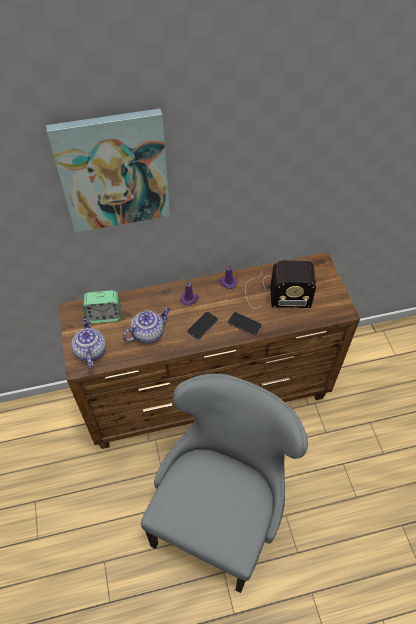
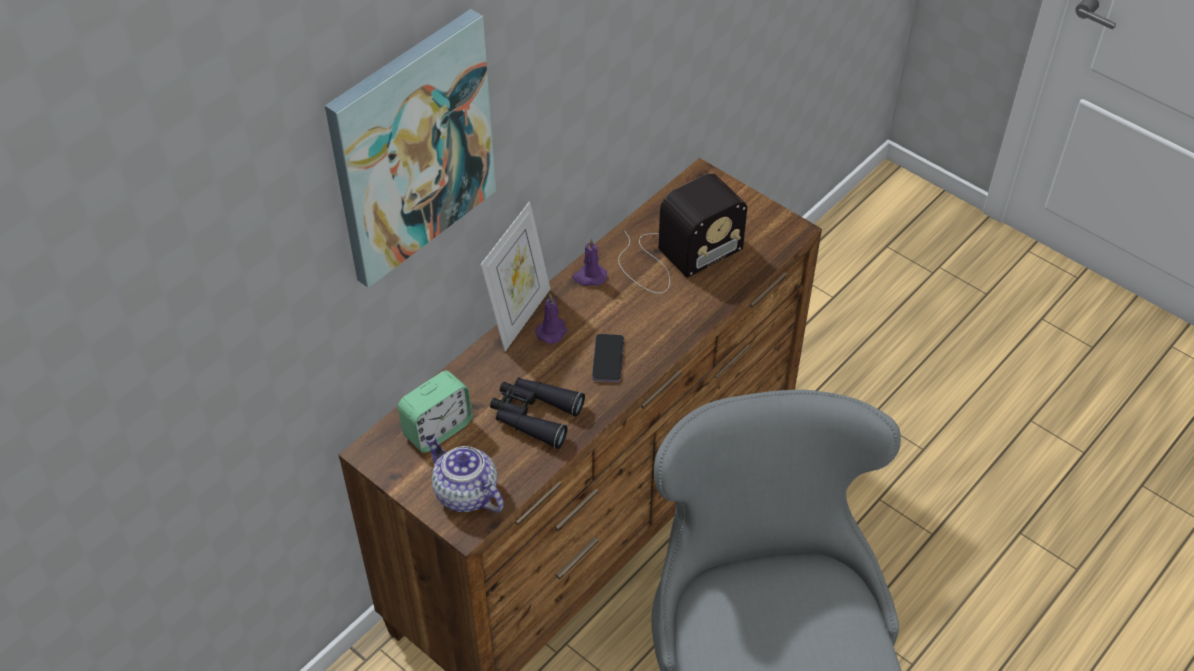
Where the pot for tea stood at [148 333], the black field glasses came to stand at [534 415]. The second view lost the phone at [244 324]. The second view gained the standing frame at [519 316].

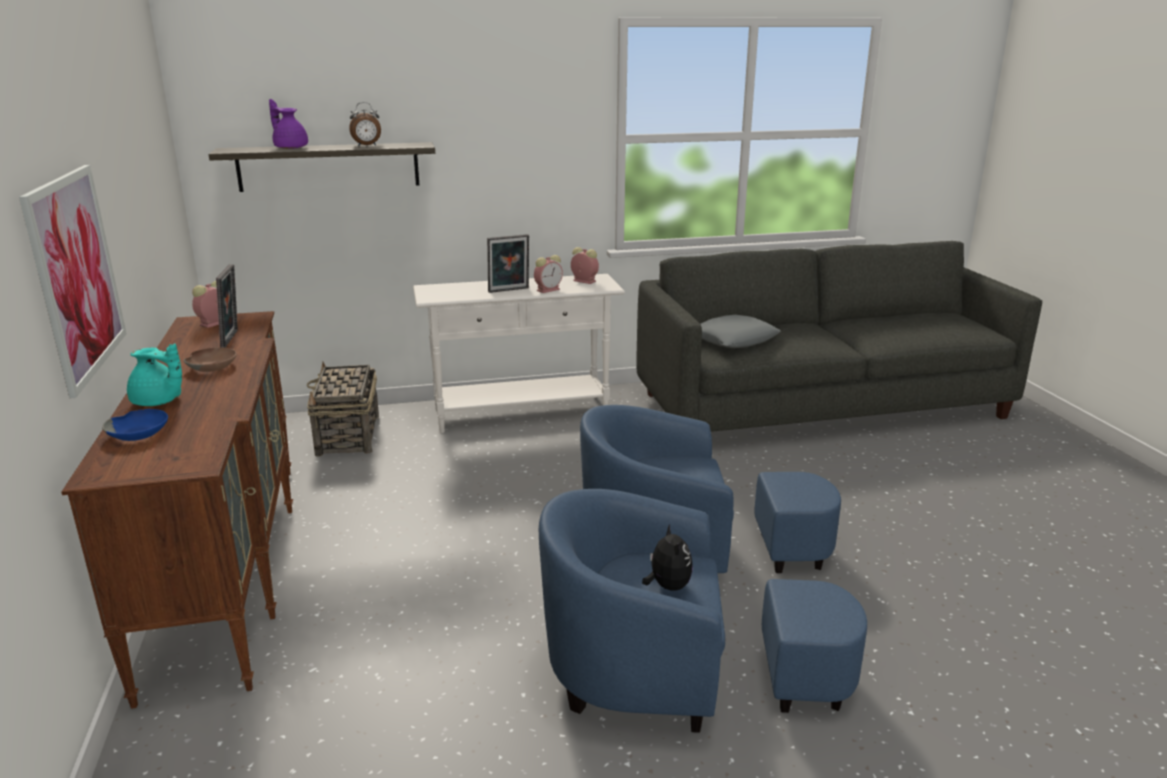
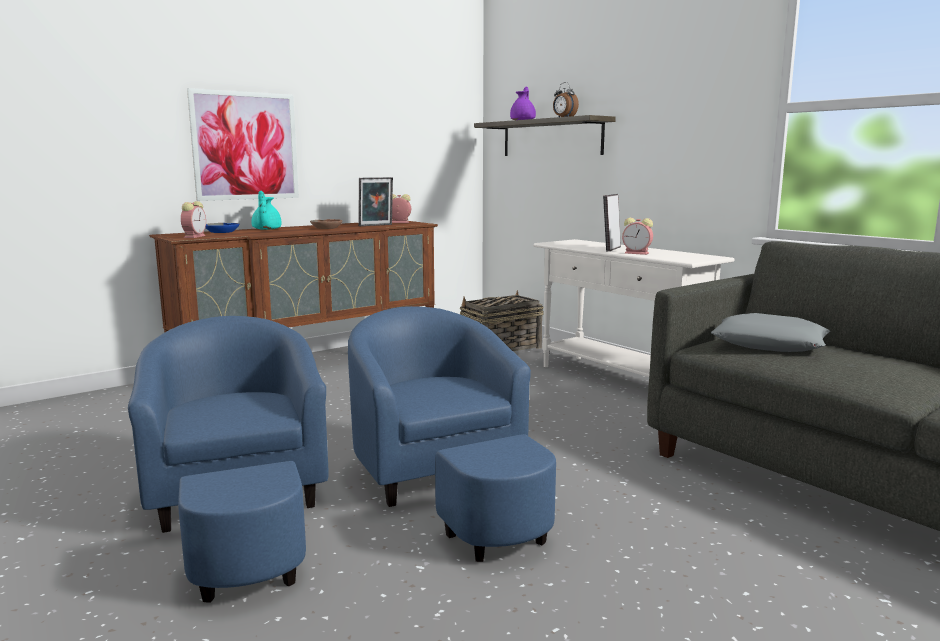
The standing frame at [509 290] ended up facing another way, 75 degrees clockwise from before. The table clock ended up elsewhere, having gone from [583 281] to [195 236]. The second view lost the cuddly toy at [667 586].

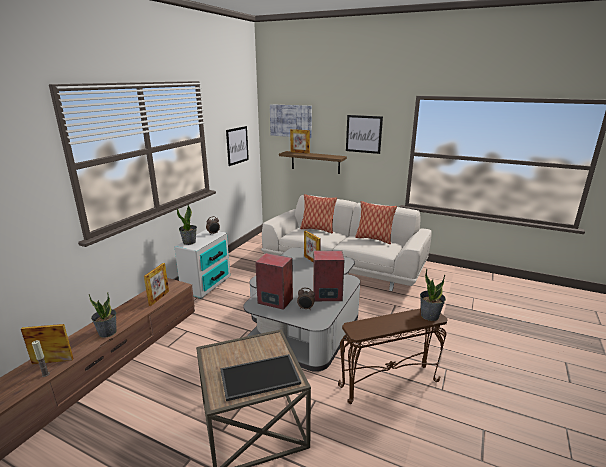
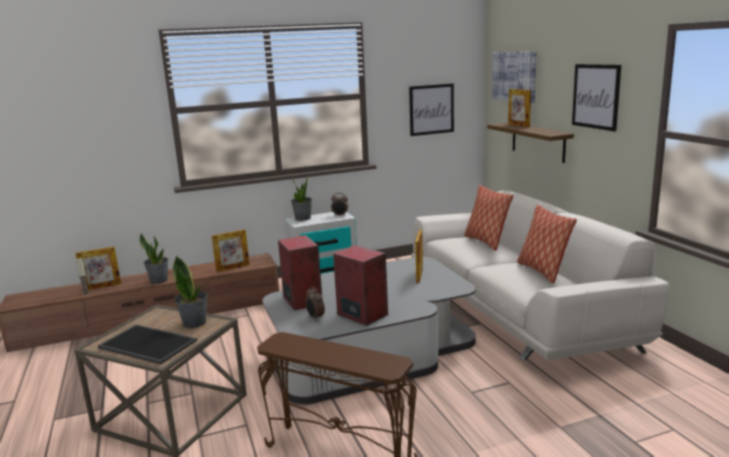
The standing frame at [52 361] ended up facing another way, 120 degrees clockwise from before. The plant in a pot ended up elsewhere, having gone from [429 315] to [195 322].

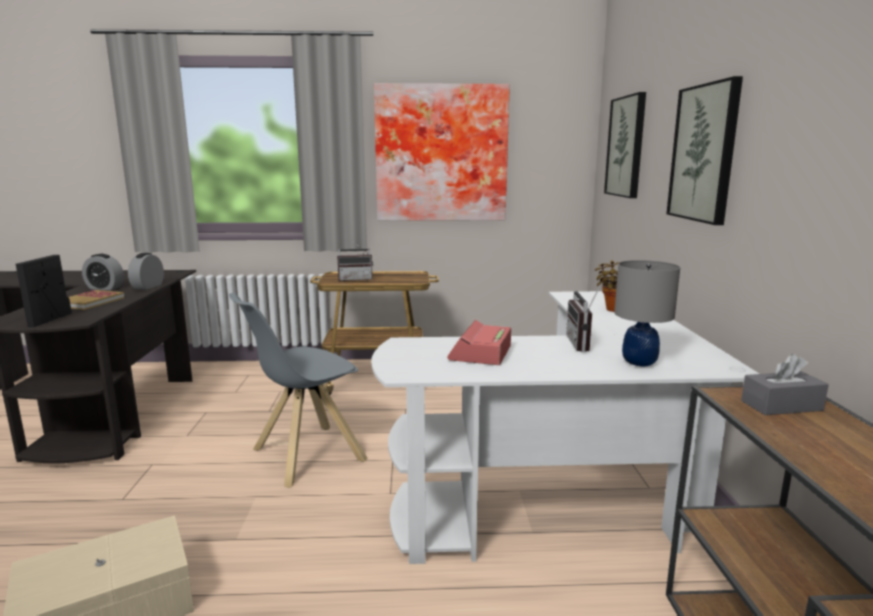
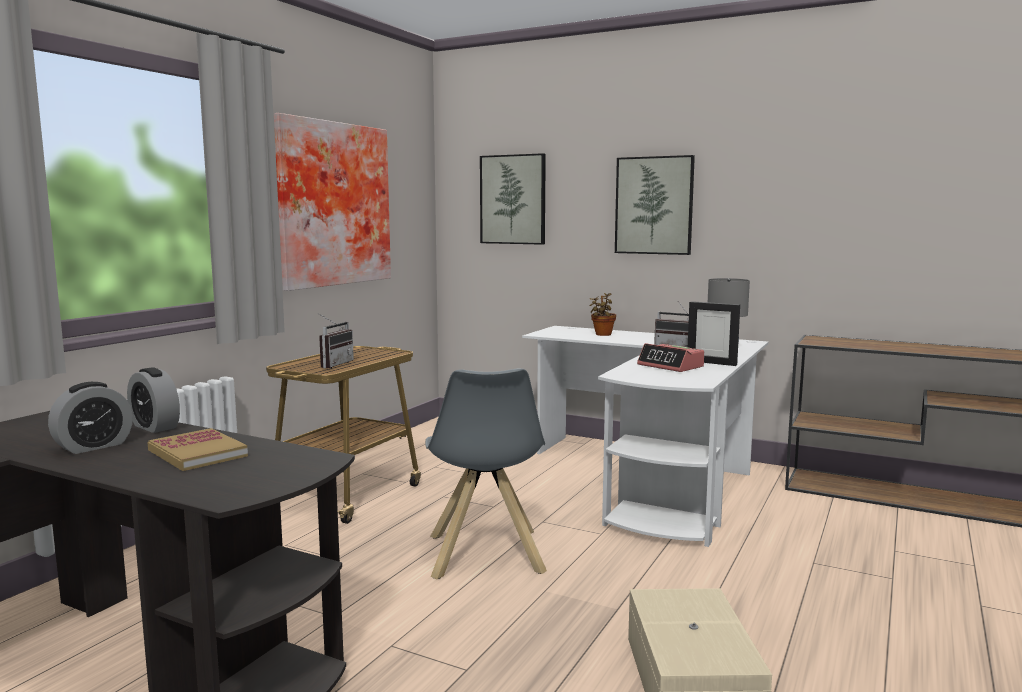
The standing frame ended up elsewhere, having gone from [50 320] to [712 362]. The second view lost the greyish tissue holder at [781 405].

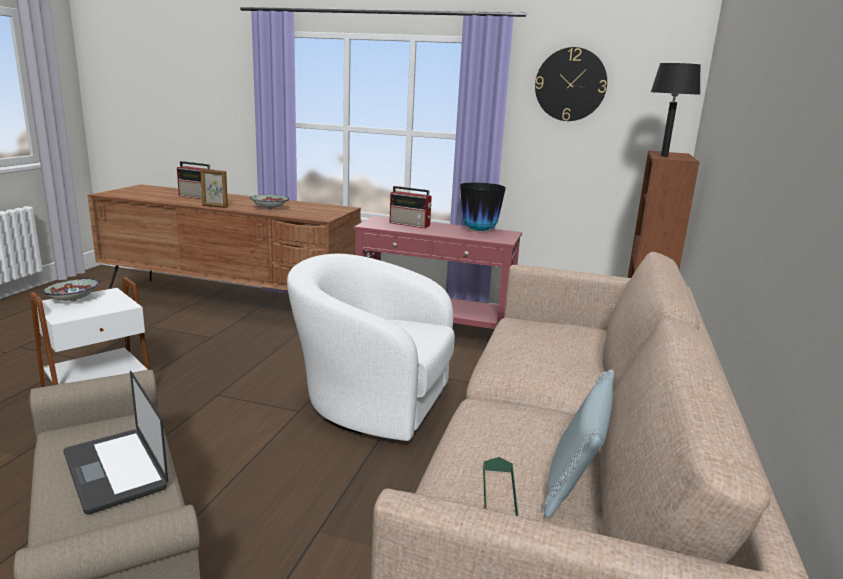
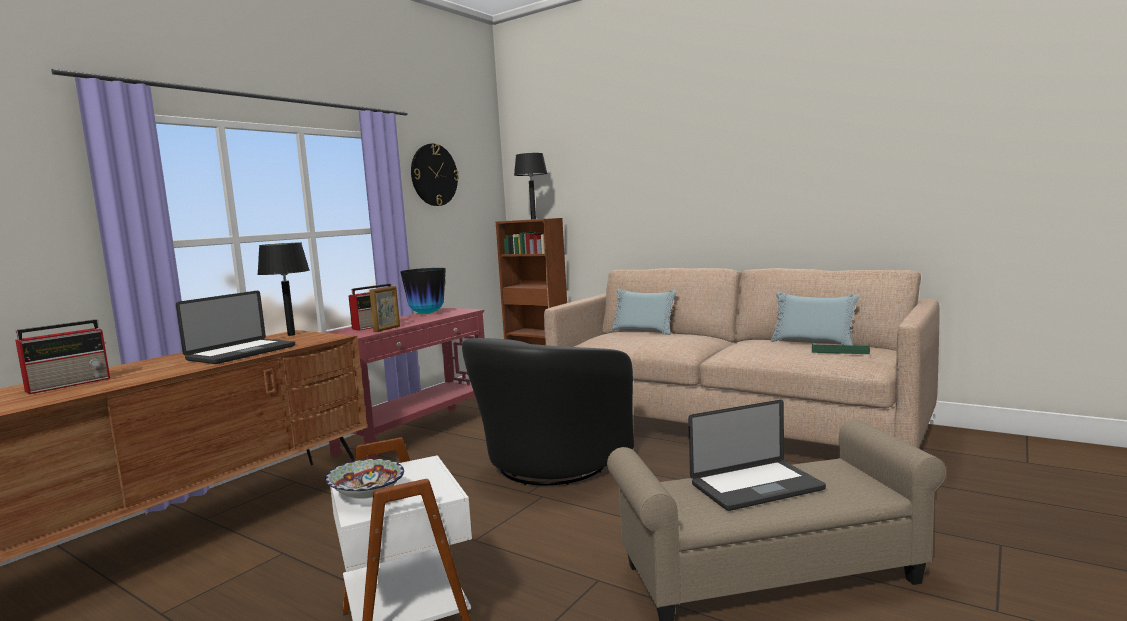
The standing frame ended up elsewhere, having gone from [214 206] to [387 329]. Where the deep dish stood at [270 209], the laptop came to stand at [242 353]. What was the white armchair at [371 405] turned into the black armchair at [550 465]. The second view gained the black tabletop lamp at [291 335]. The second view gained the blue-coloured throw pillow at [643 332].

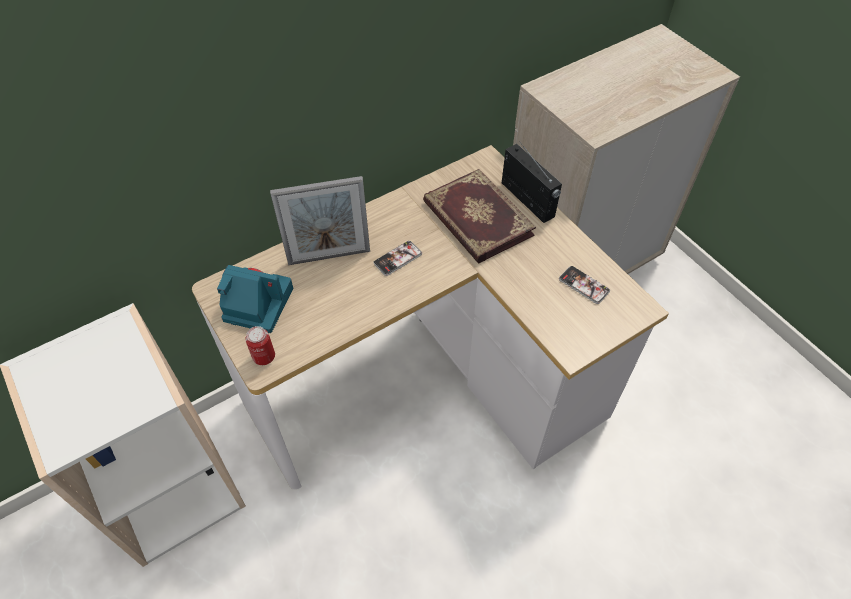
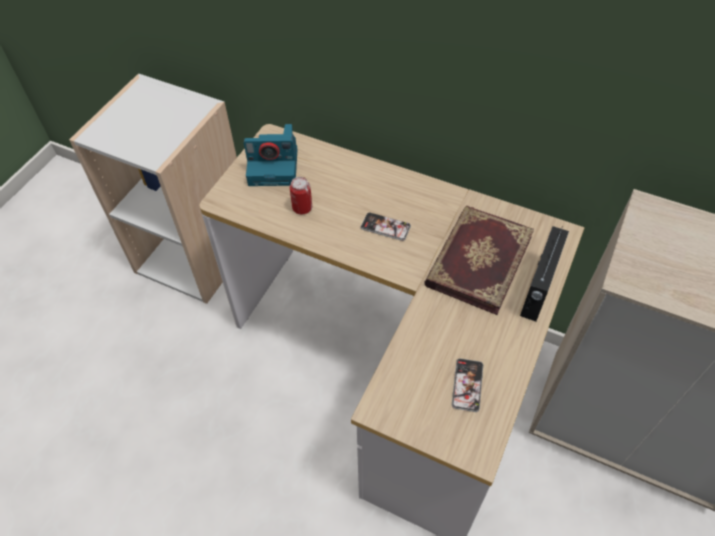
The photo camera at [256 304] ended up facing another way, 105 degrees clockwise from before. The can ended up elsewhere, having gone from [264 356] to [302 208]. The second view lost the standing frame at [329 256].

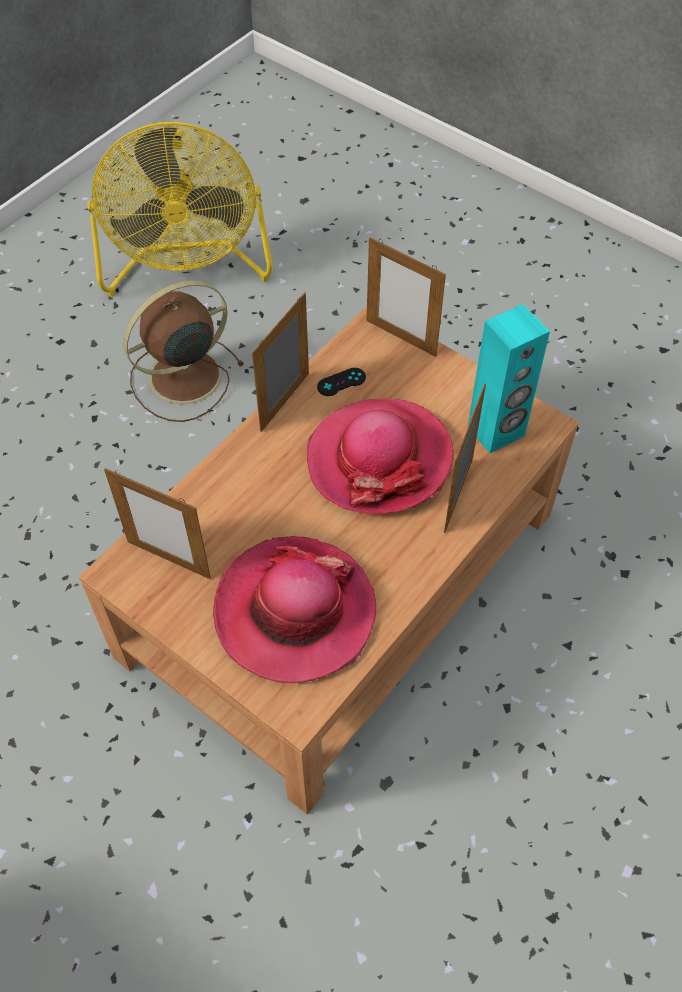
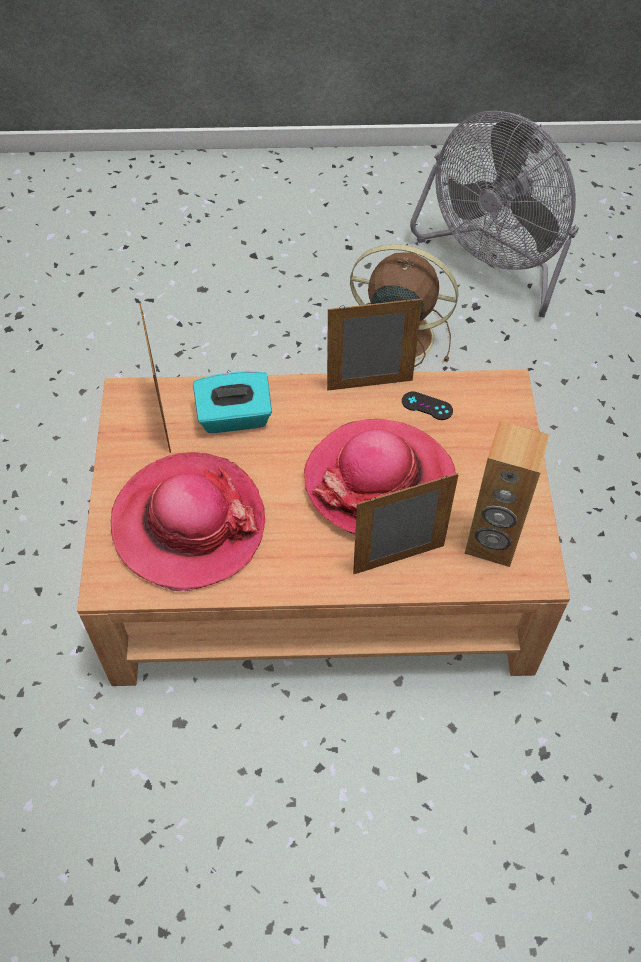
What was the yellow-coloured electric fan at [180 264] turned into the greyish electric fan at [493 257]. The second view lost the standing frame at [401 338]. What was the blue-green speaker at [496 432] turned into the brown-coloured speaker at [492 543]. The second view gained the blue-green tissue holder at [234 418].

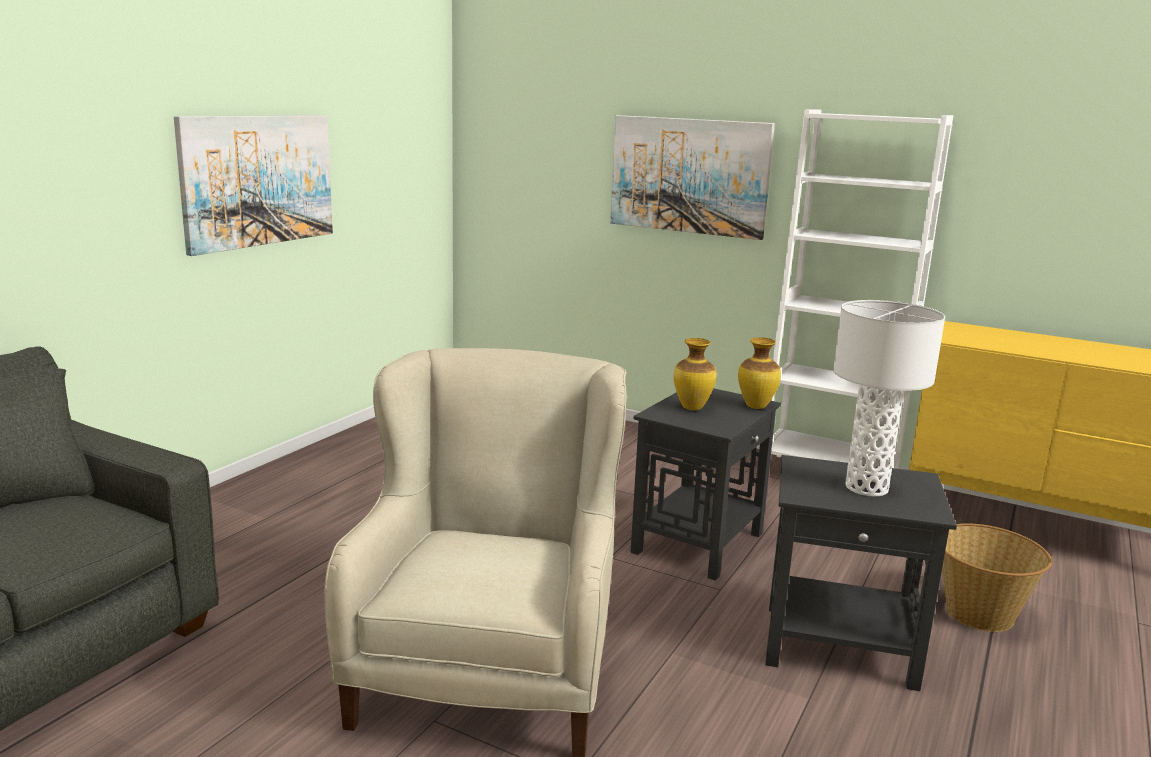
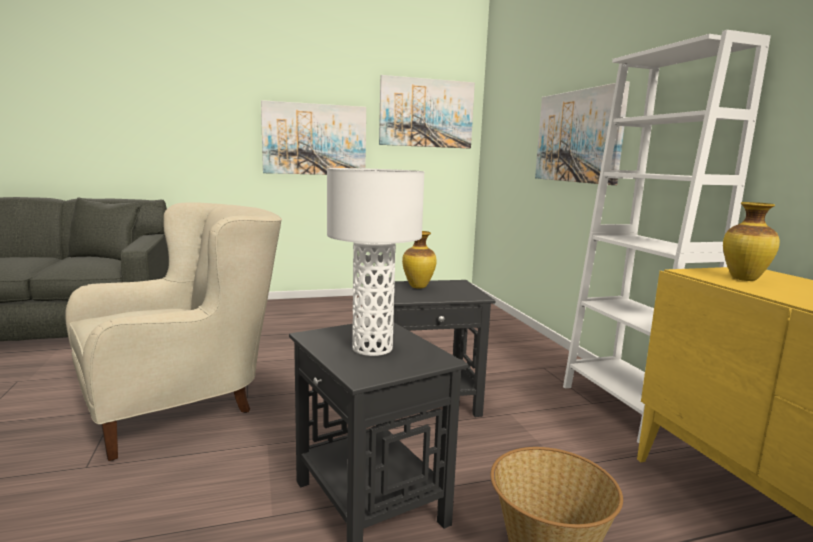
The flower vase ended up elsewhere, having gone from [756 406] to [744 279]. The second view gained the wall picture at [426 113].

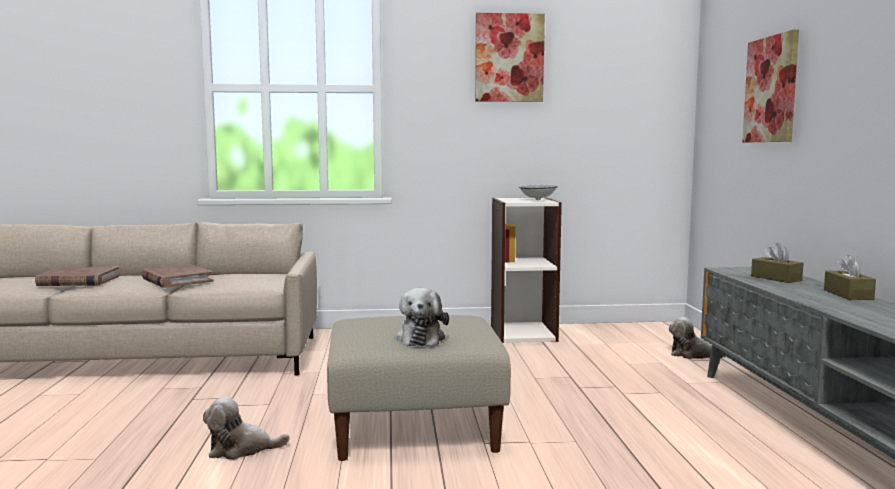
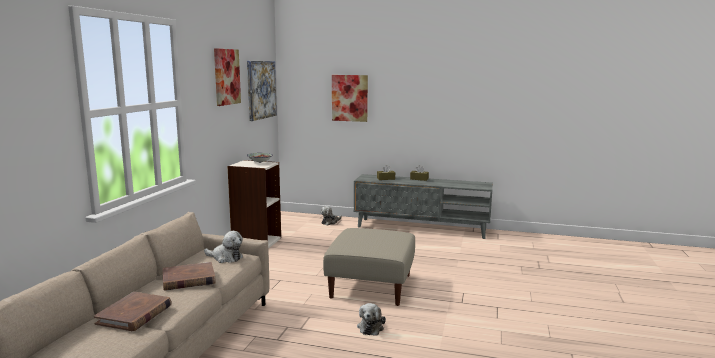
The cuddly toy ended up elsewhere, having gone from [420 338] to [225 258]. The second view gained the wall picture at [261 89].

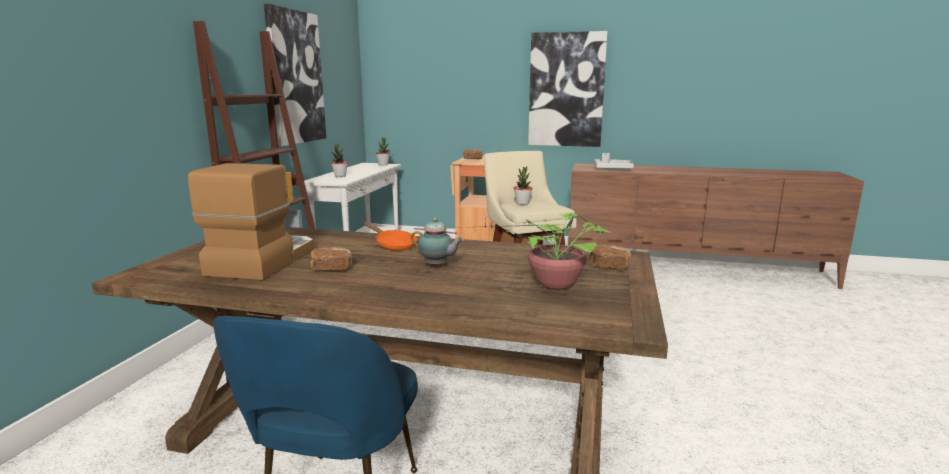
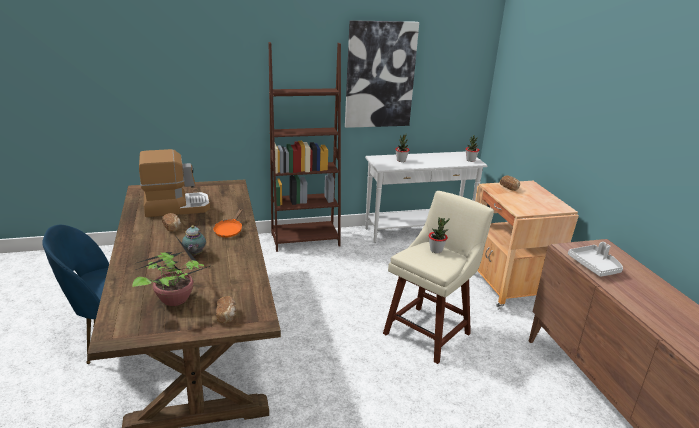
The second view lost the wall picture at [566 90].

